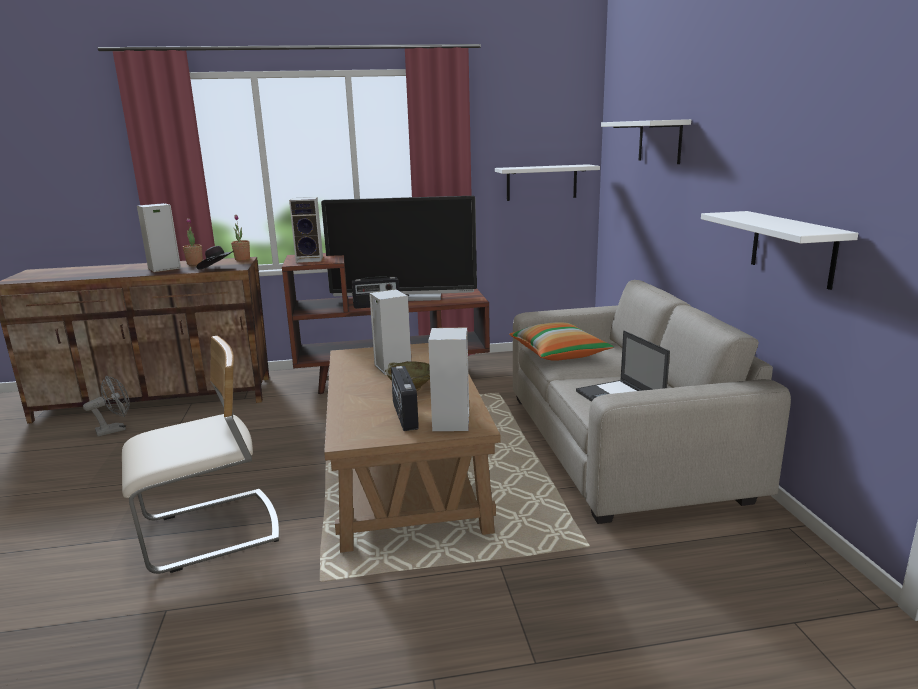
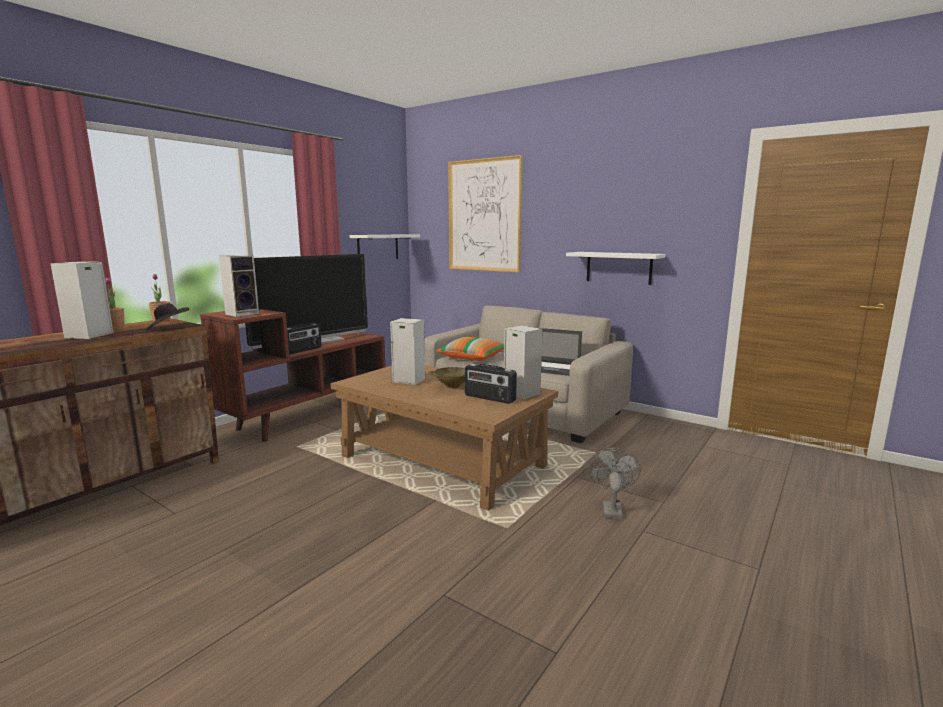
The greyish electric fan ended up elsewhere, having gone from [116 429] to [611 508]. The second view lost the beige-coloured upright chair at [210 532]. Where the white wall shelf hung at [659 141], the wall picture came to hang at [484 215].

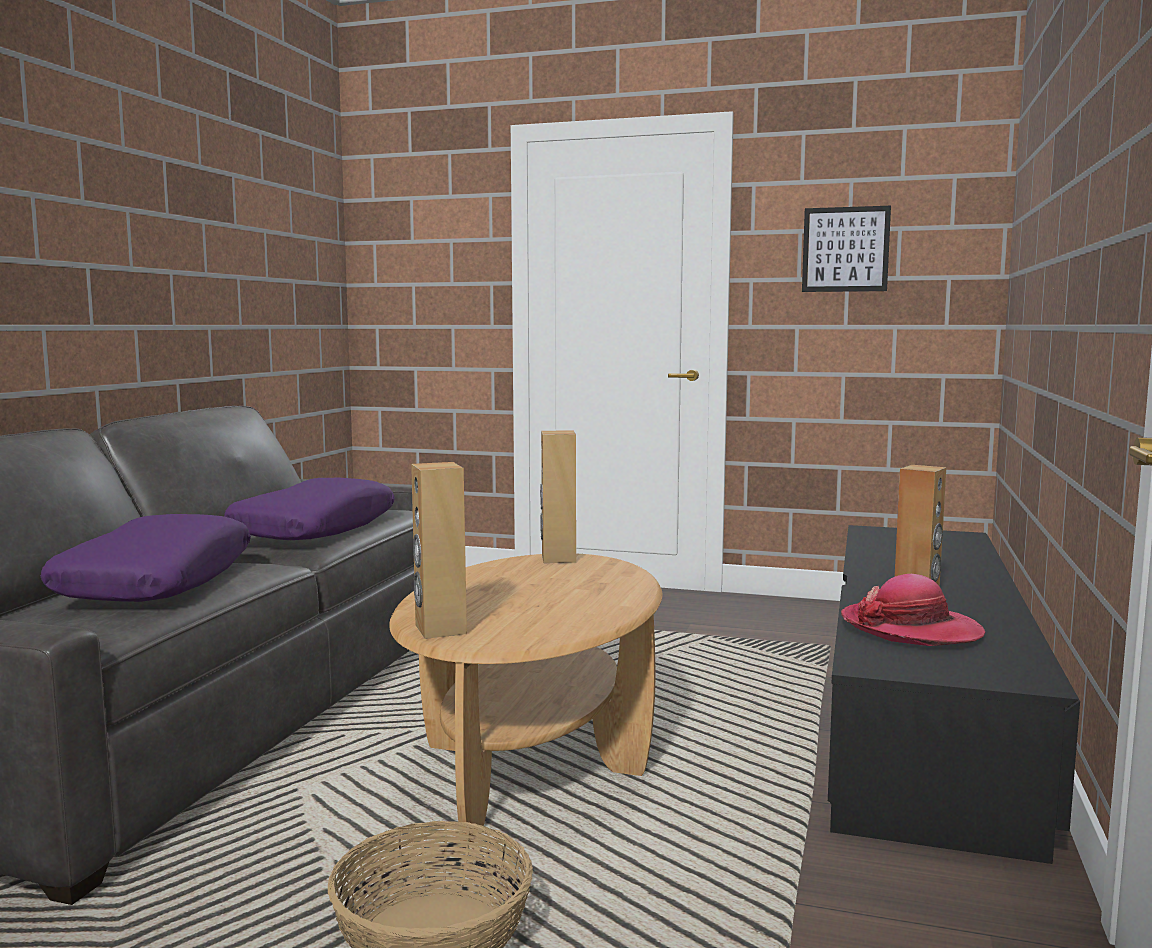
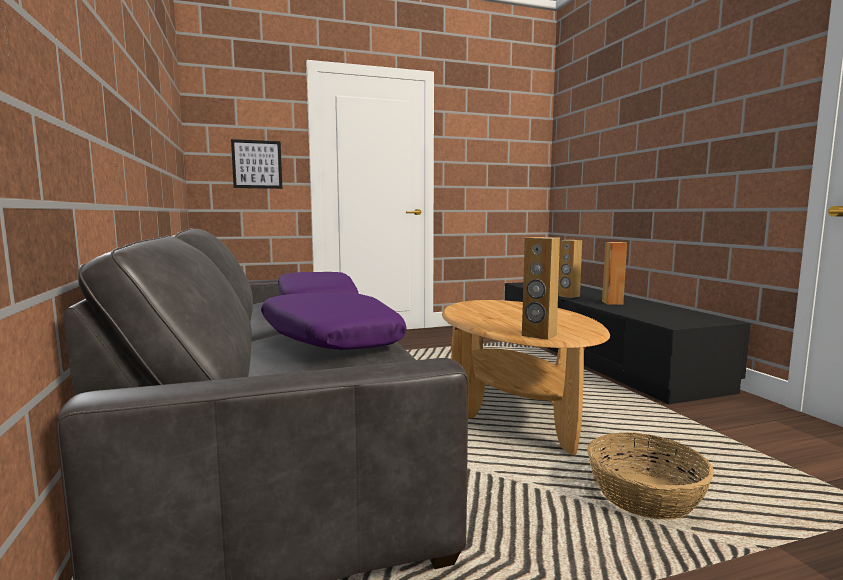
The brown-coloured speaker ended up elsewhere, having gone from [558 558] to [568 296]. The wall picture ended up elsewhere, having gone from [845 249] to [257 164]. The second view lost the wearable hat at [911 629].

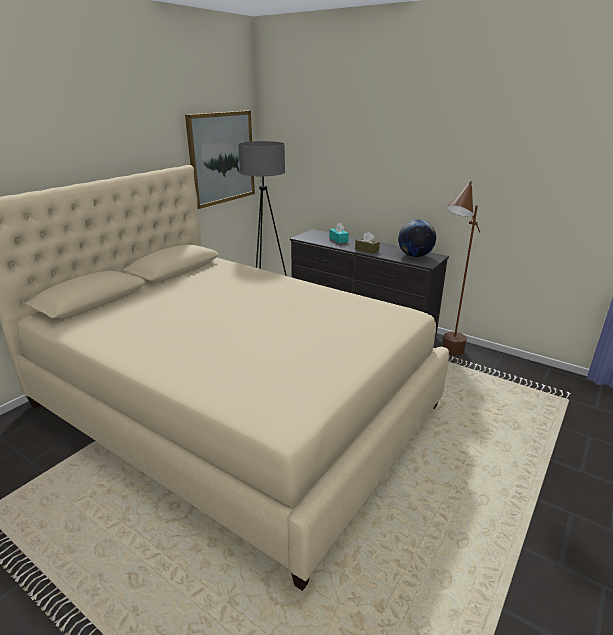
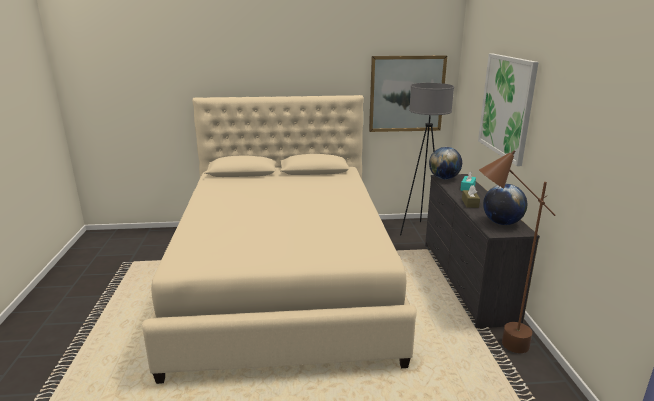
The second view gained the world globe at [444 178]. The second view gained the wall picture at [506 106].

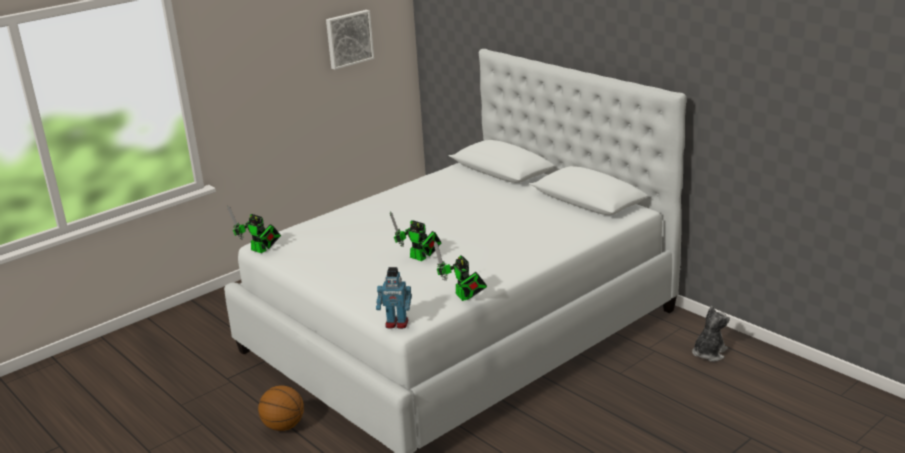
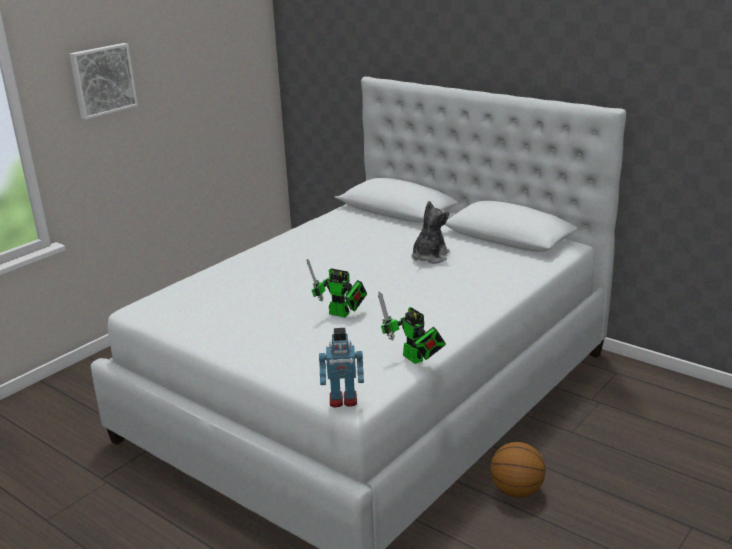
The second view lost the robot figure at [260 250]. The basketball ball ended up elsewhere, having gone from [283 426] to [516 490]. The wall picture ended up elsewhere, having gone from [348 39] to [102 80]. The cuddly toy ended up elsewhere, having gone from [708 353] to [429 257].

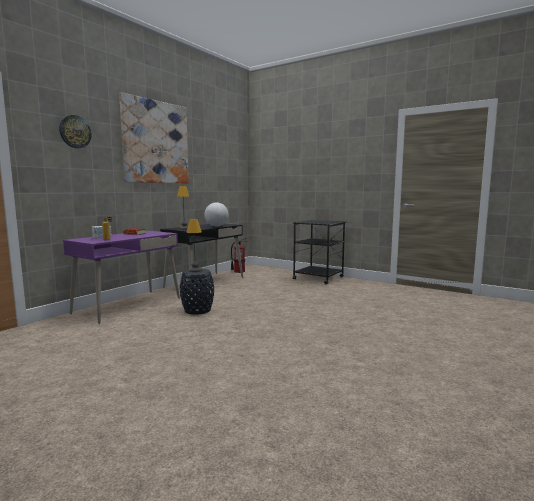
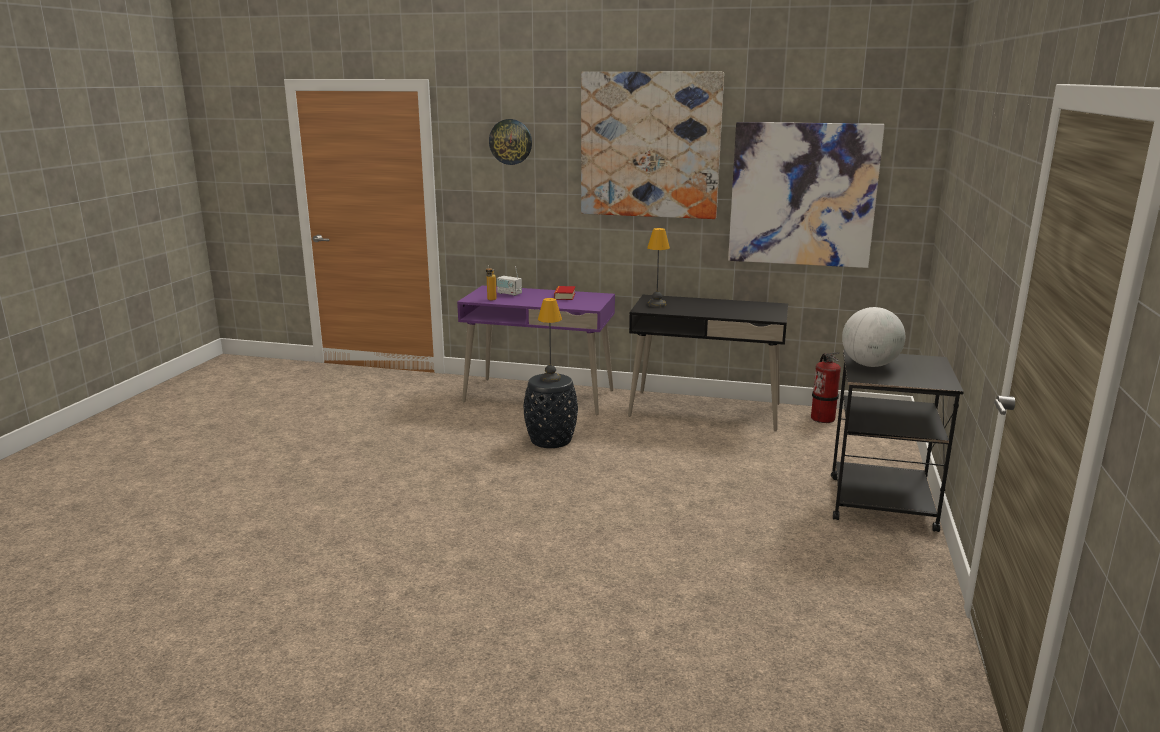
The world globe ended up elsewhere, having gone from [216 226] to [870 365]. The second view gained the wall picture at [802 194].

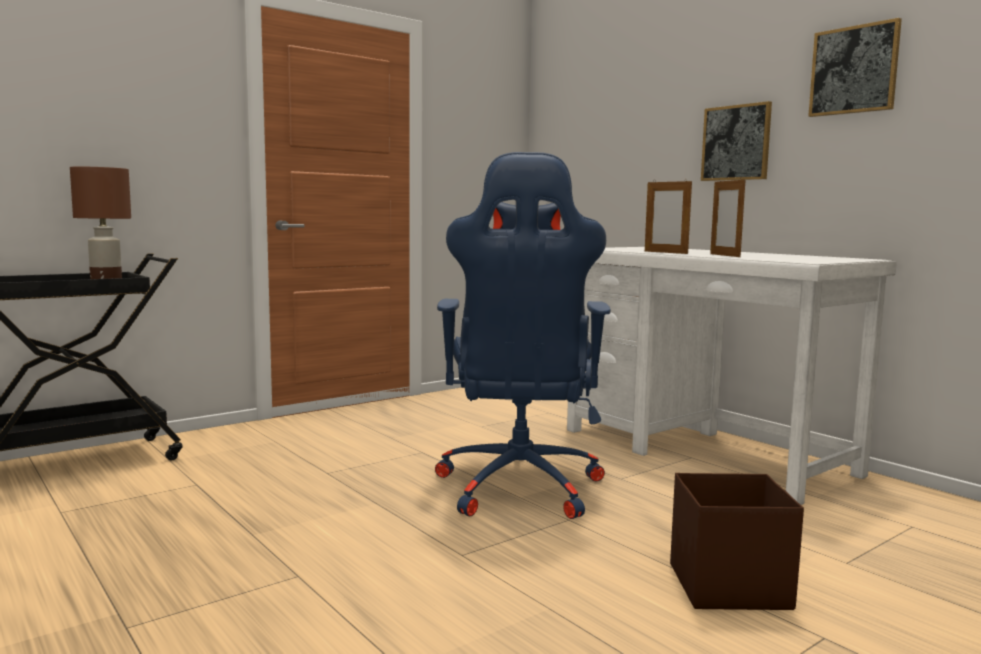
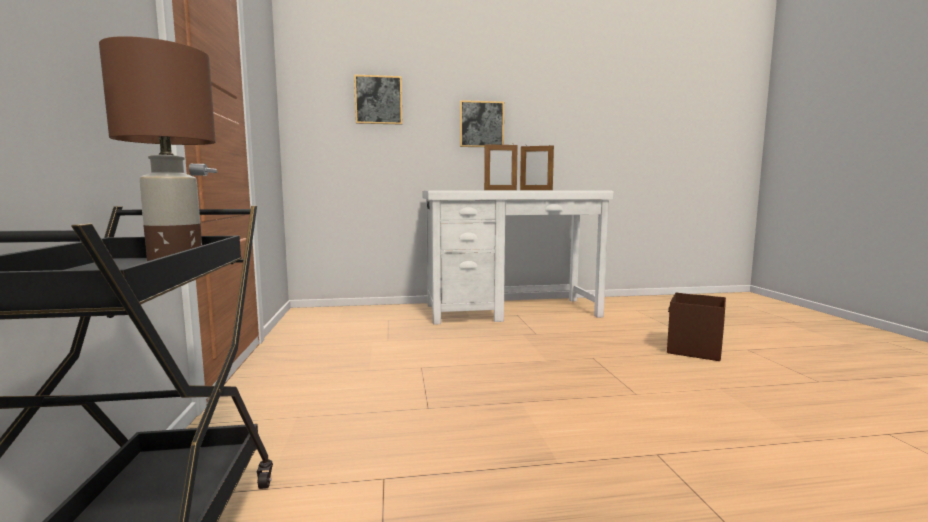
The second view lost the blue-coloured office chair at [519 482]. The wall picture ended up elsewhere, having gone from [854 70] to [378 100].

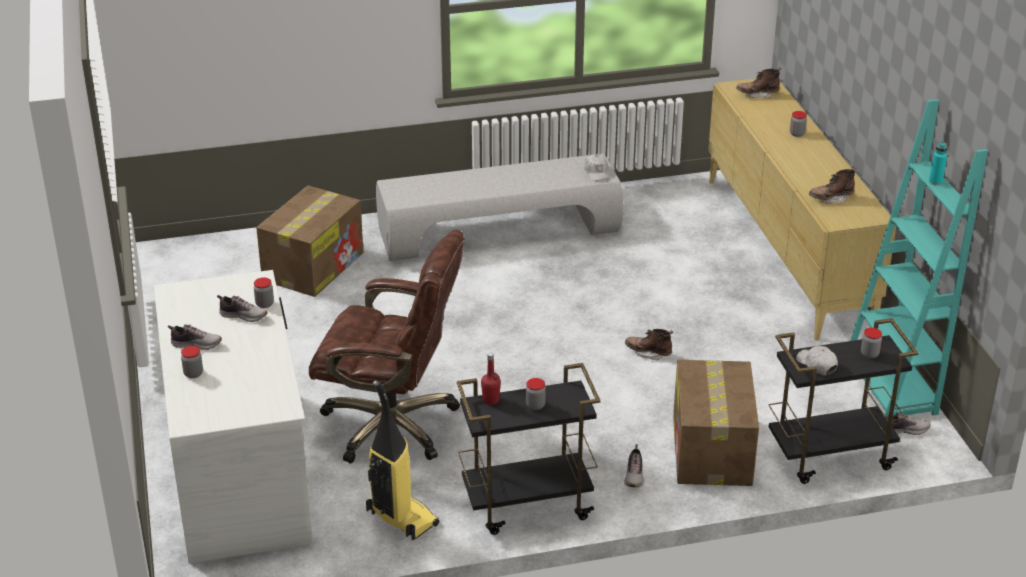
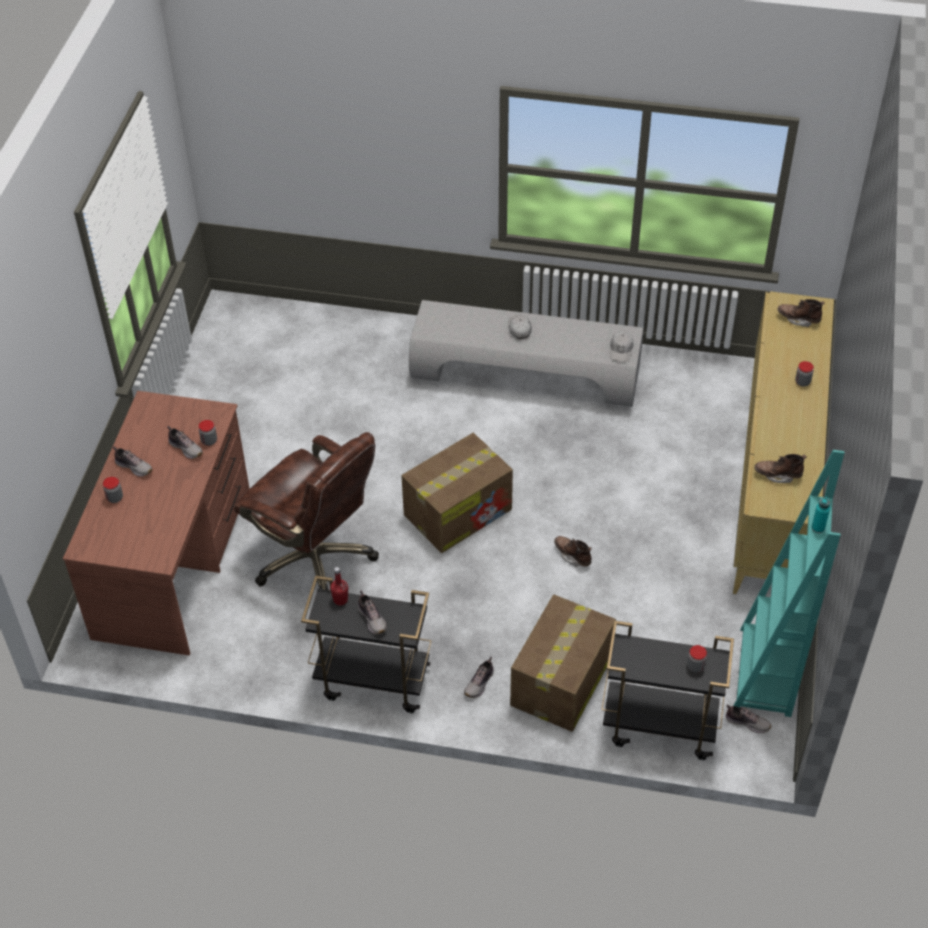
What was the white desk unit at [239 470] turned into the brown-coloured desk unit at [174 561]. The carton ended up elsewhere, having gone from [314 265] to [459 511]. The second view lost the hoover at [400 518]. Where the storage jar stood at [535 405], the shoe came to stand at [372 618]. The white peaked cap ended up elsewhere, having gone from [816 364] to [519 328].

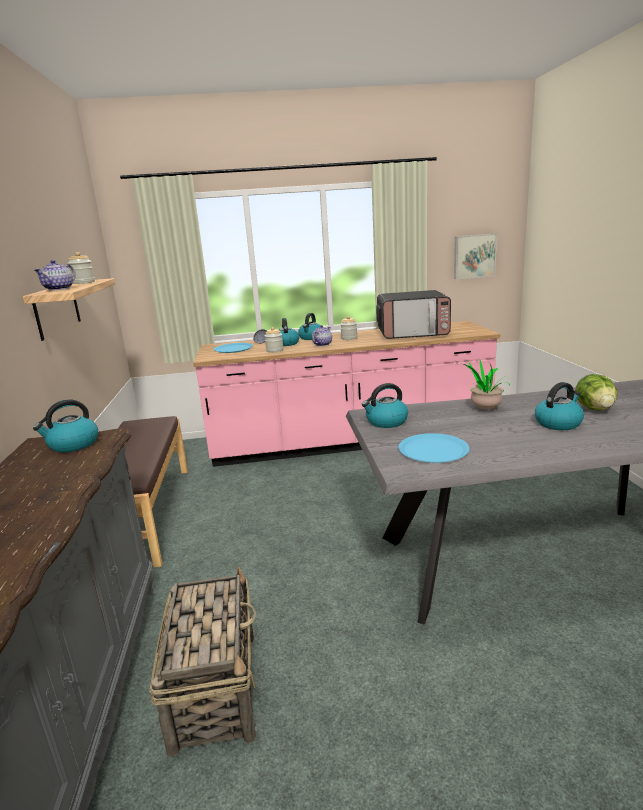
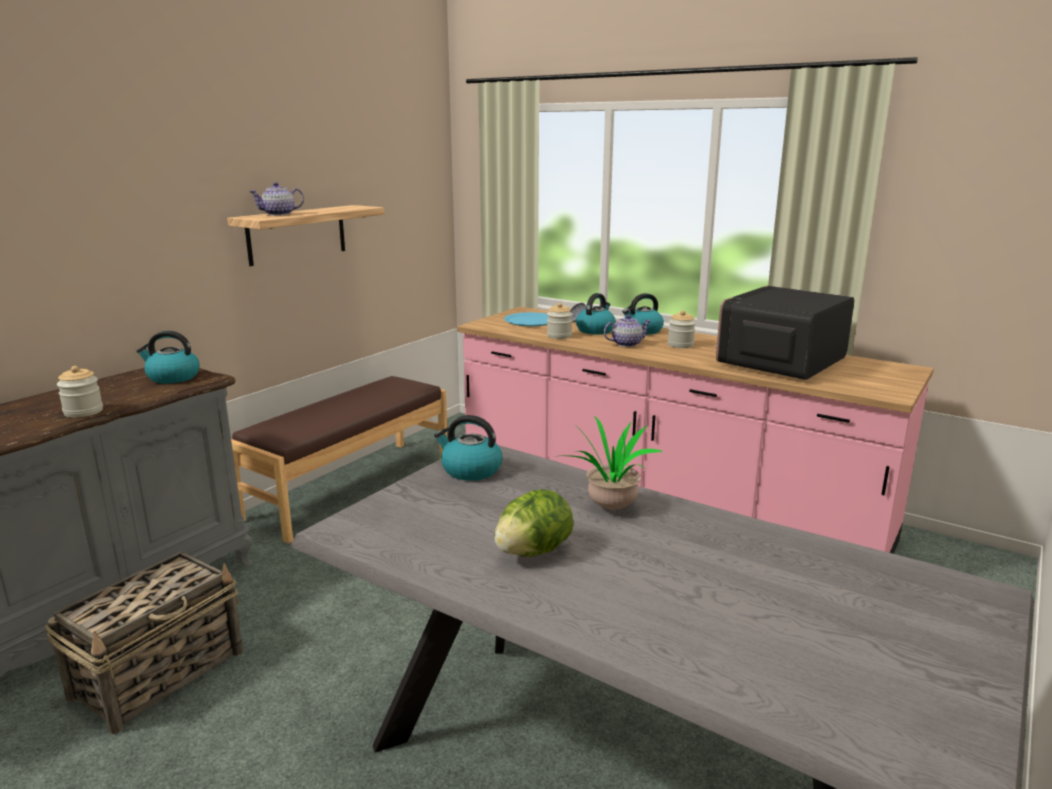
The storage jar ended up elsewhere, having gone from [83 283] to [83 412]. The kitchen microwave at [413 333] ended up facing another way, 90 degrees clockwise from before. The second view lost the blue-coloured flat dish at [433 450]. The second view lost the wall picture at [474 256]. The second view lost the kettle at [558 423]. The head of lettuce ended up elsewhere, having gone from [595 409] to [533 551].

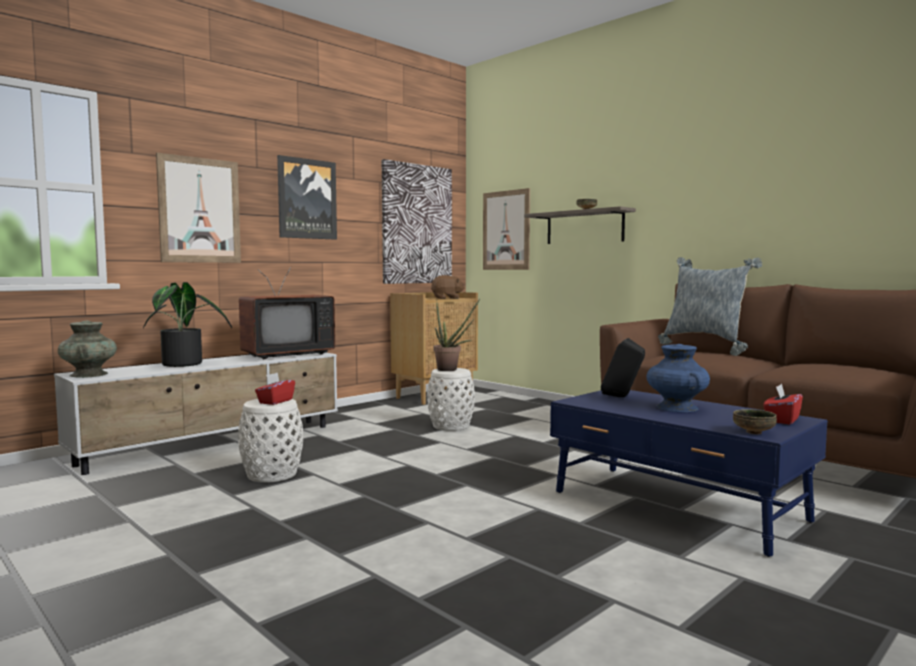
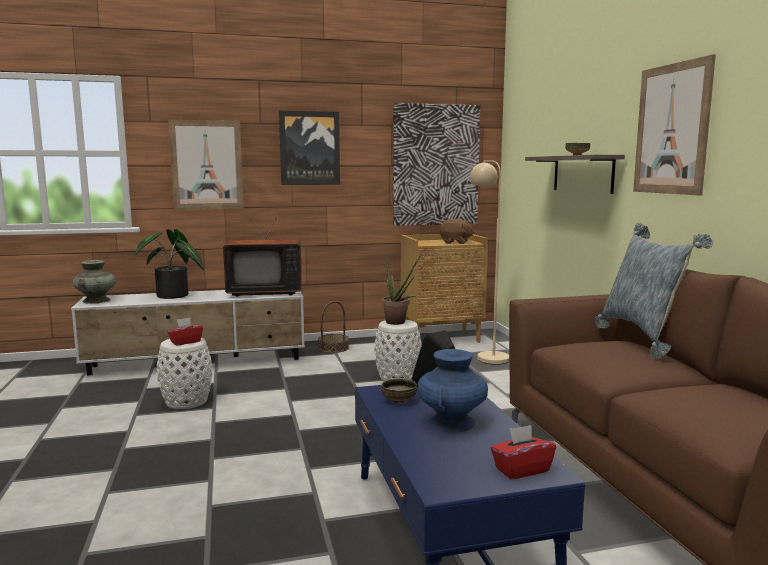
The wall picture ended up elsewhere, having gone from [506 230] to [671 129]. The deep dish ended up elsewhere, having gone from [754 433] to [399 401]. The second view gained the household basket at [333 348]. The second view gained the beige-coloured floor lamp at [487 356].

